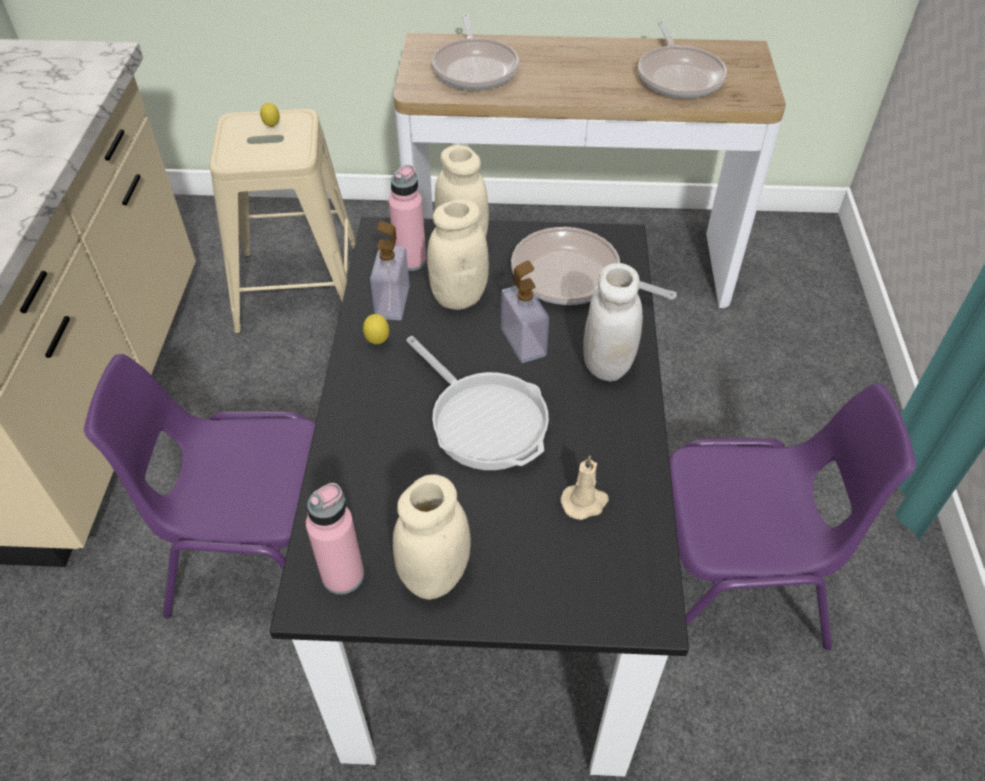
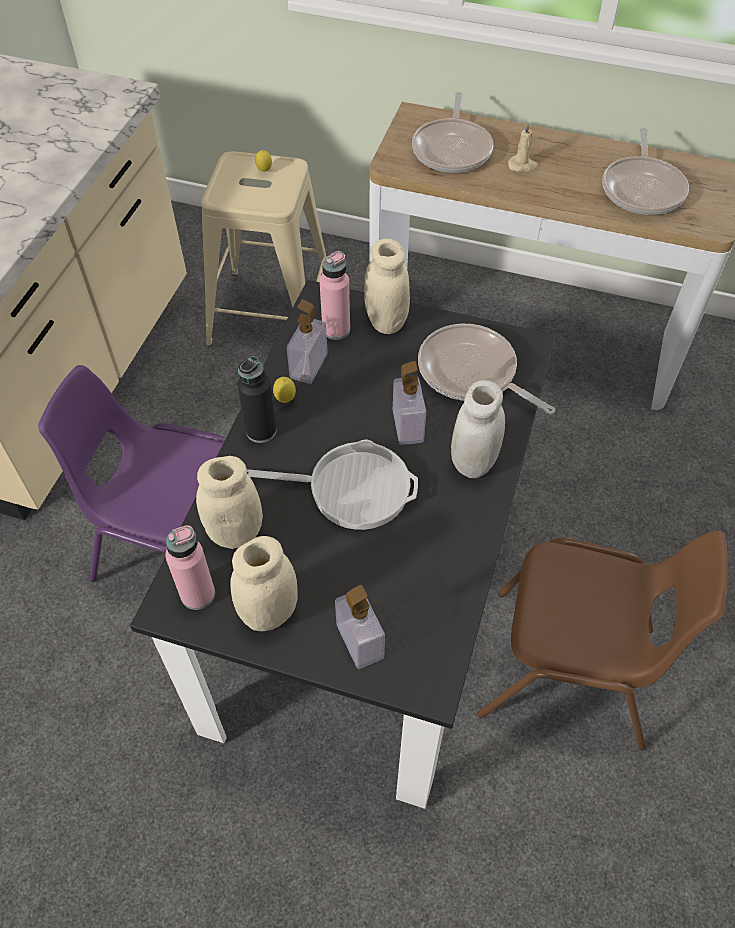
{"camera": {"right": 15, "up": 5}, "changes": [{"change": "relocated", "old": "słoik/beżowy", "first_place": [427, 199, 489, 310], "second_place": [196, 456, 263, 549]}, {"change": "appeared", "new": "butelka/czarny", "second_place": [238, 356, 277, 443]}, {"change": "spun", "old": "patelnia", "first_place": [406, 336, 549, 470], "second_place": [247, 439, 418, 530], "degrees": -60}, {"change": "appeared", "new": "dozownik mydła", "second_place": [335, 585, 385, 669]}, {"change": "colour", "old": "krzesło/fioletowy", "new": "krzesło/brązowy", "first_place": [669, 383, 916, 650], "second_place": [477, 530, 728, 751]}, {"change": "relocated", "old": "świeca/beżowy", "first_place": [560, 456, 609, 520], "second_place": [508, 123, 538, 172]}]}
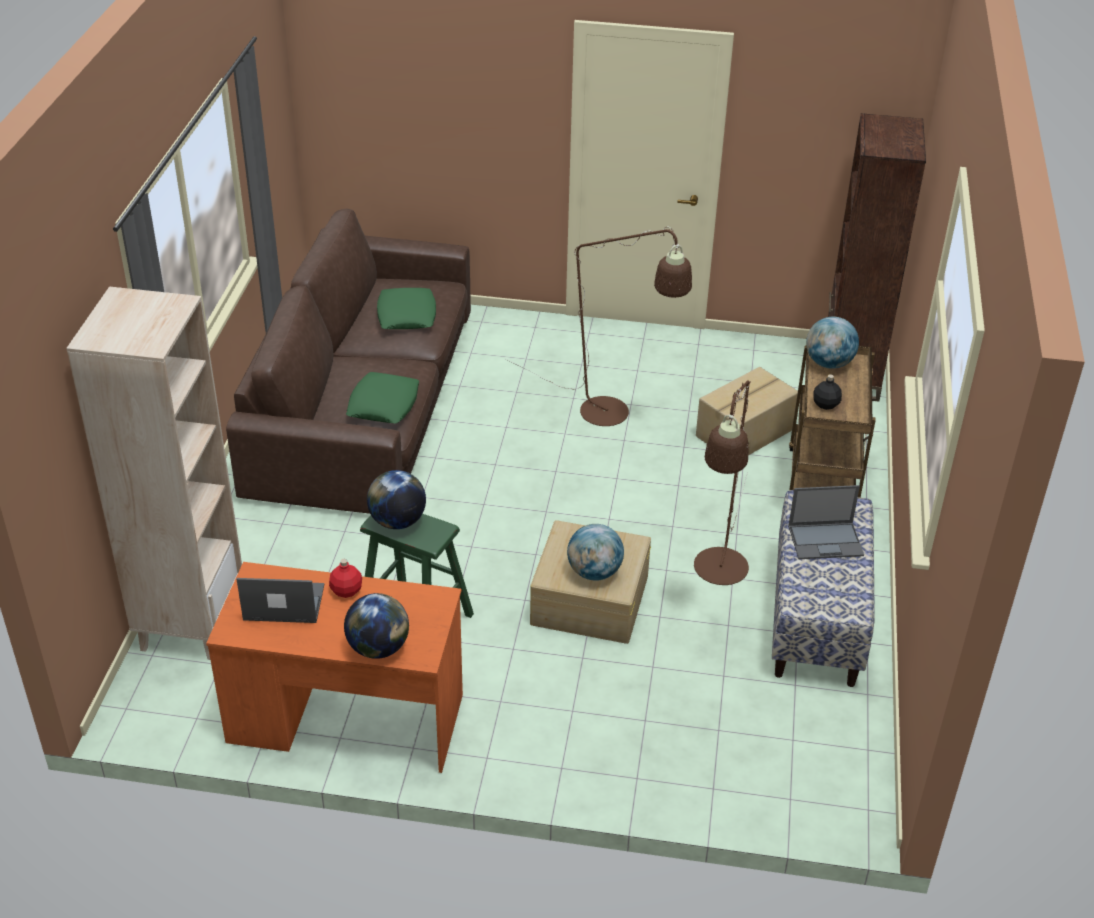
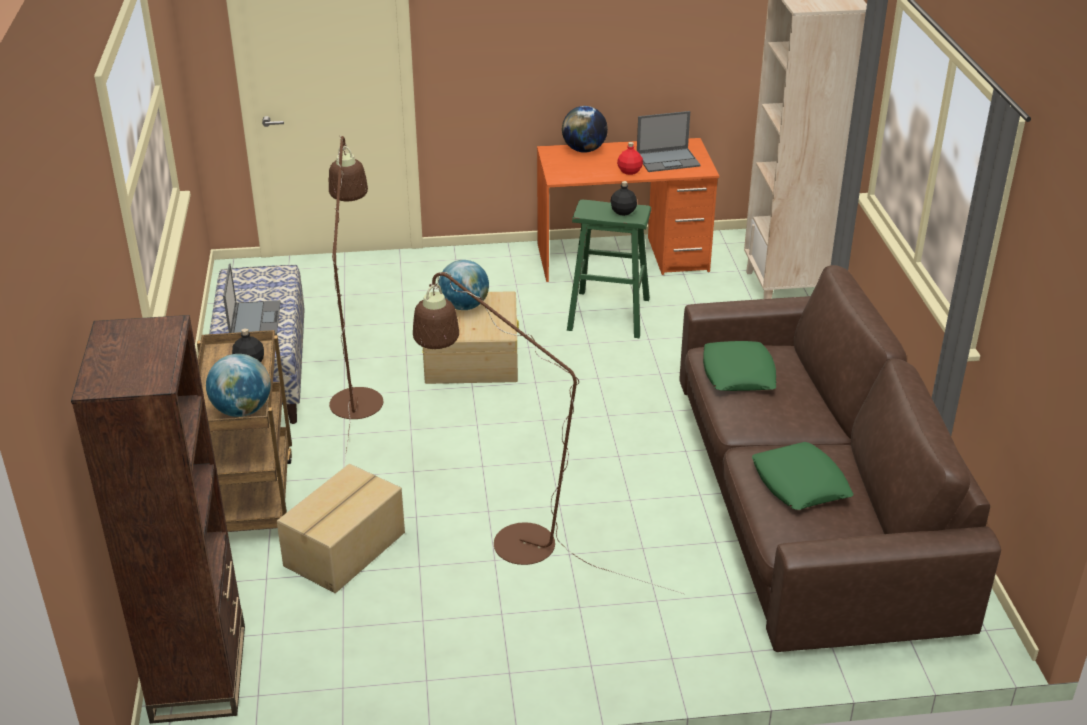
{"camera": {"right": 165, "up": -5}, "changes": [{"change": "spun", "old": "laptop", "first_place": [788, 485, 864, 559], "second_place": [223, 264, 281, 335], "degrees": 105}, {"change": "exchanged", "old": "globus", "new": "butelka/czarny", "first_place": [367, 470, 426, 529], "second_place": [611, 181, 637, 216]}]}
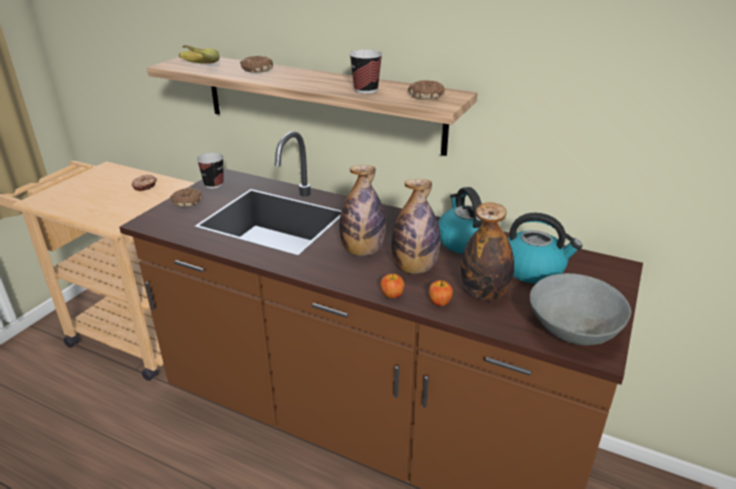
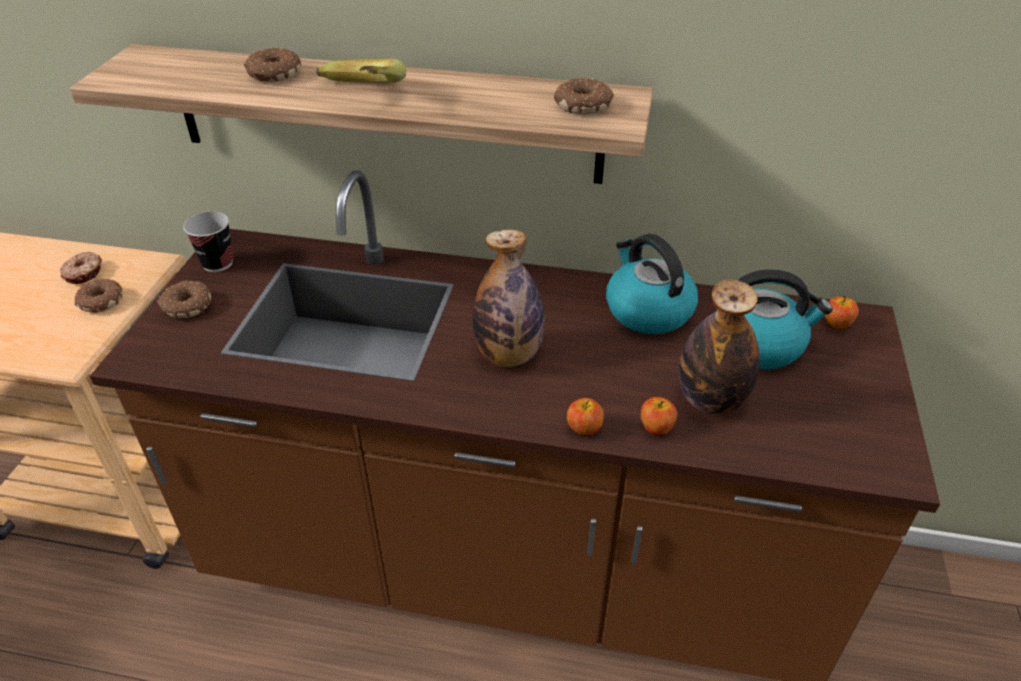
{"camera": {"right": -15, "up": 10}, "changes": [{"change": "appeared", "new": "donut", "second_place": [74, 279, 122, 313]}, {"change": "relocated", "old": "banan", "first_place": [179, 45, 219, 64], "second_place": [316, 59, 406, 83]}, {"change": "appeared", "new": "jabłko", "second_place": [825, 295, 859, 329]}, {"change": "missing", "old": "filiżanka", "first_place": [349, 50, 382, 94]}, {"change": "missing", "old": "butelka", "first_place": [391, 179, 440, 274]}, {"change": "missing", "old": "miska/szary", "first_place": [530, 273, 631, 345]}]}
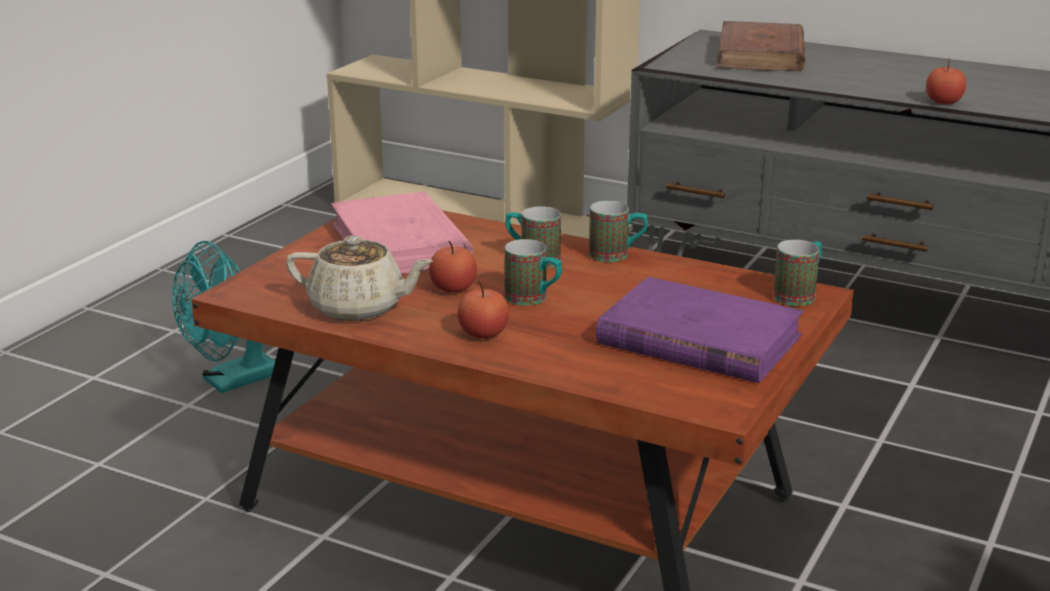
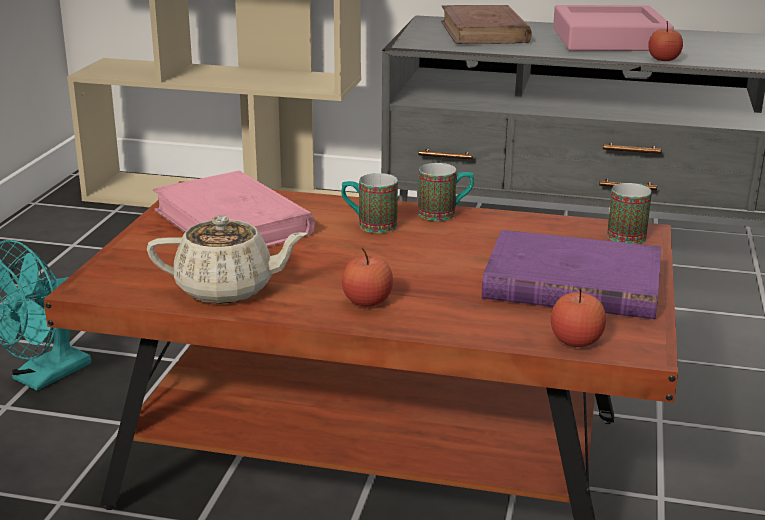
{"camera": {"right": -15, "up": 0}, "changes": [{"change": "relocated", "old": "jabłko", "first_place": [429, 241, 477, 293], "second_place": [551, 288, 606, 347]}, {"change": "appeared", "new": "taca/różowy", "second_place": [553, 5, 674, 51]}, {"change": "missing", "old": "kubek", "first_place": [505, 239, 562, 305]}]}
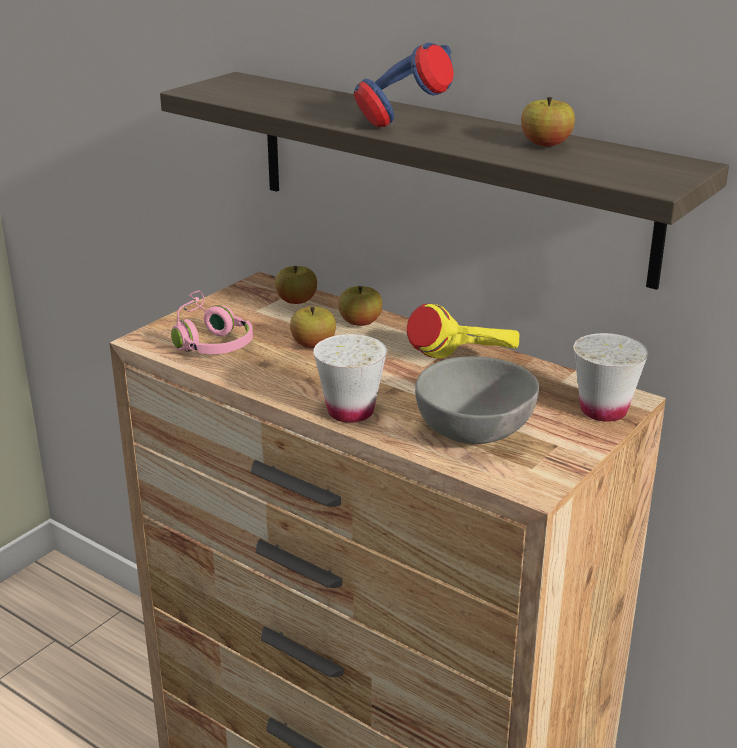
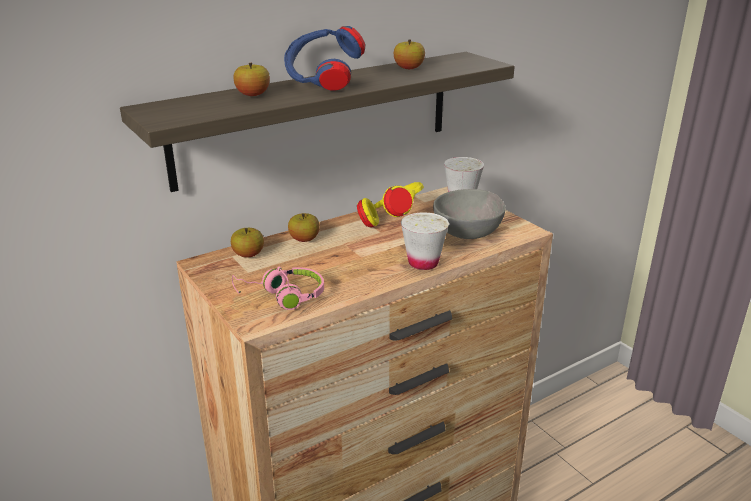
{"camera": {"right": -70, "up": 0}, "changes": [{"change": "relocated", "old": "jabłko", "first_place": [290, 307, 336, 348], "second_place": [233, 63, 270, 96]}]}
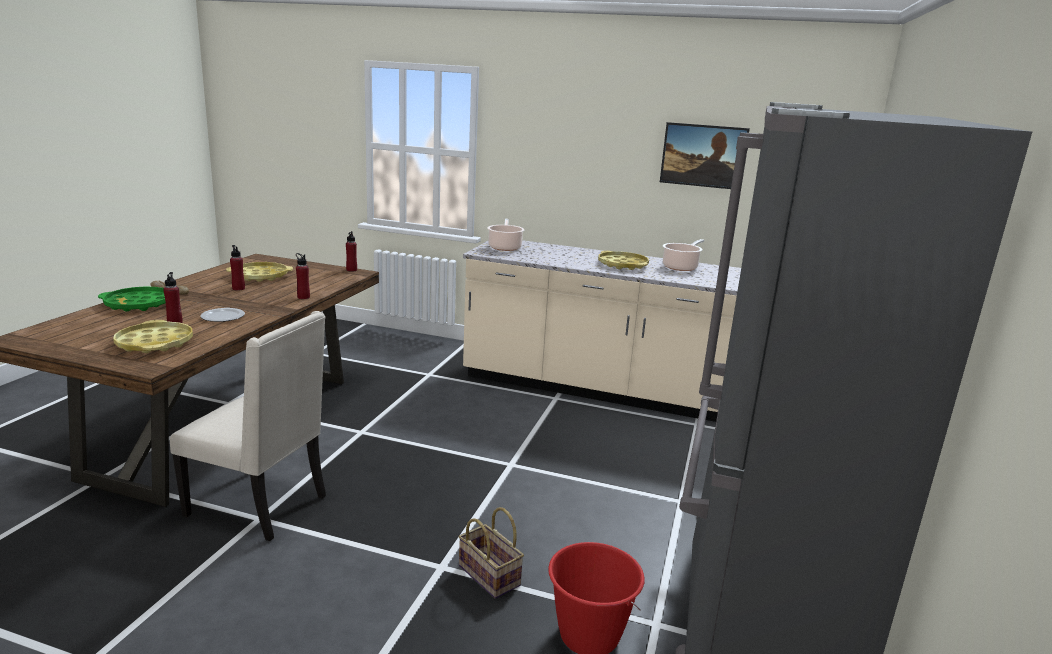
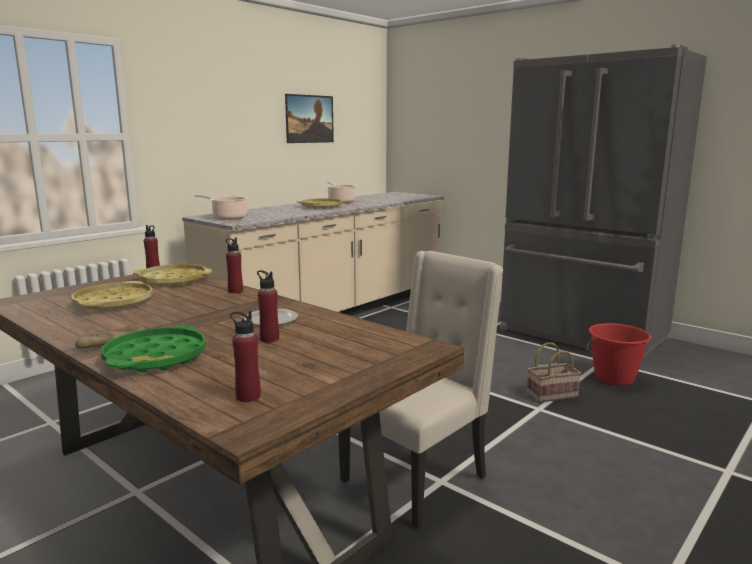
{"camera": {"right": -65, "up": -5}, "changes": [{"change": "relocated", "old": "taca/żółty", "first_place": [113, 320, 193, 353], "second_place": [133, 264, 212, 287]}, {"change": "relocated", "old": "butelka/czerwony", "first_place": [230, 245, 245, 291], "second_place": [230, 311, 261, 402]}]}
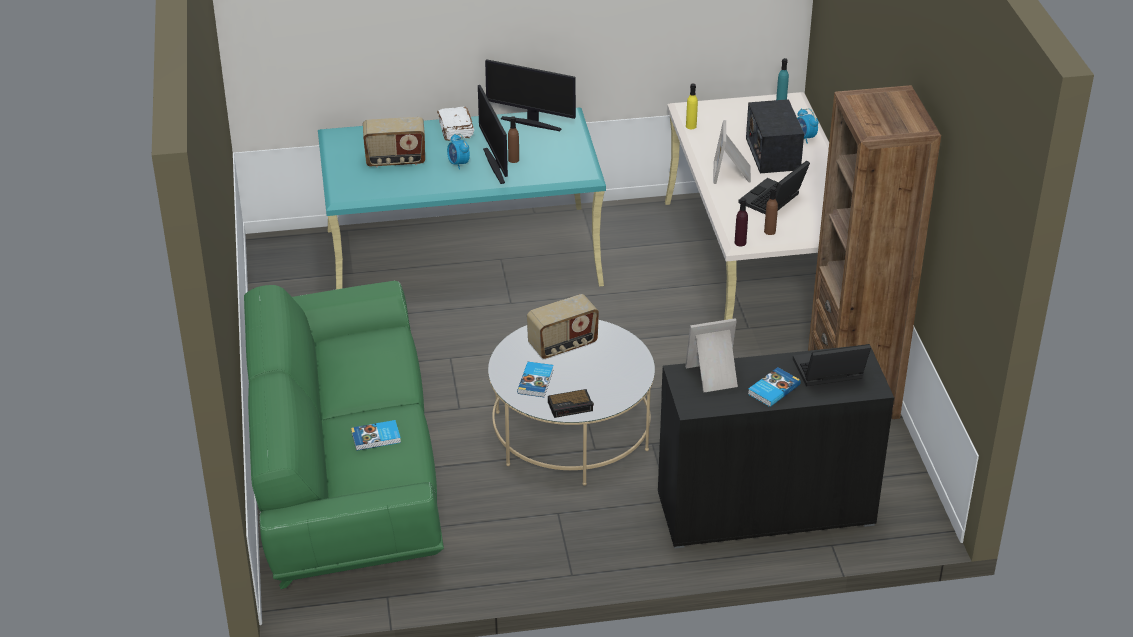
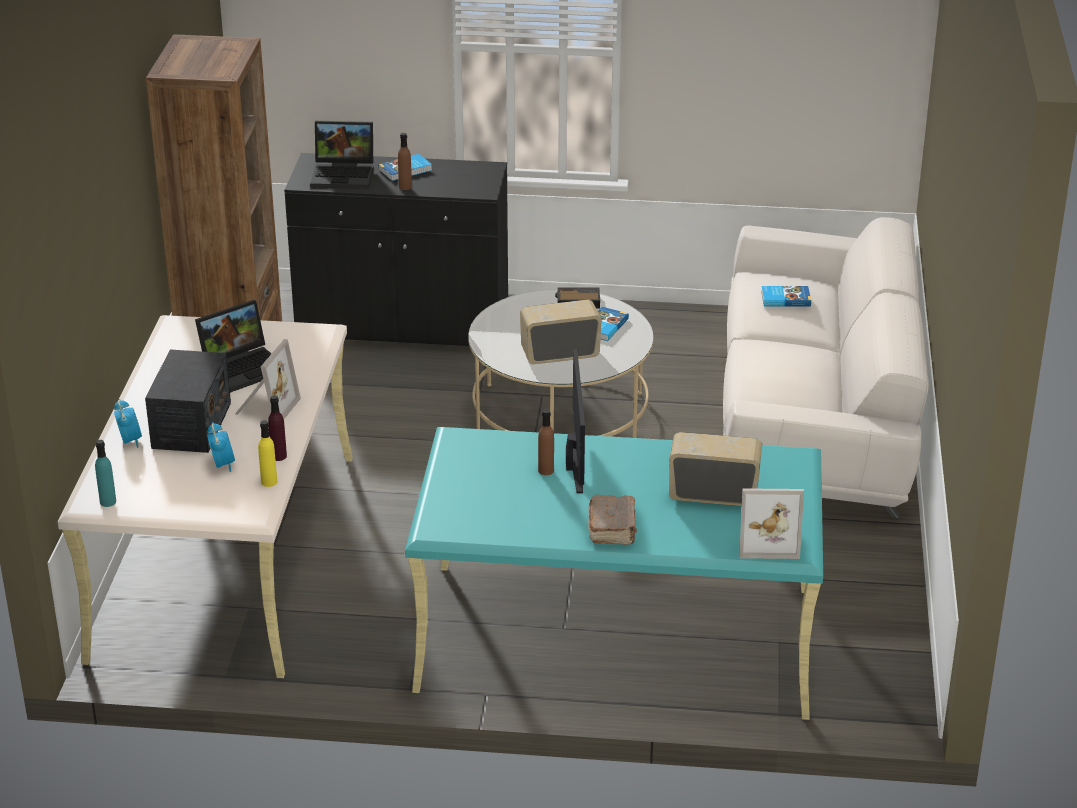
{"camera": {"right": -165, "up": -5}, "changes": [{"change": "relocated", "old": "budzik", "first_place": [447, 134, 470, 170], "second_place": [207, 422, 235, 472]}, {"change": "relocated", "old": "butelka/fioletowy", "first_place": [735, 198, 748, 246], "second_place": [268, 395, 287, 461]}, {"change": "relocated", "old": "butelka/brązowy", "first_place": [764, 187, 778, 235], "second_place": [398, 133, 412, 190]}, {"change": "colour", "old": "książka/biały", "new": "książka/brązowy", "first_place": [437, 106, 474, 141], "second_place": [588, 495, 637, 545]}, {"change": "colour", "old": "kanapa/zielony", "new": "kanapa/biały", "first_place": [244, 281, 444, 589], "second_place": [723, 217, 929, 519]}, {"change": "relocated", "old": "ramka na zdjęcie", "first_place": [685, 318, 738, 392], "second_place": [739, 488, 804, 559]}, {"change": "missing", "old": "monitor", "first_place": [485, 59, 576, 131]}]}
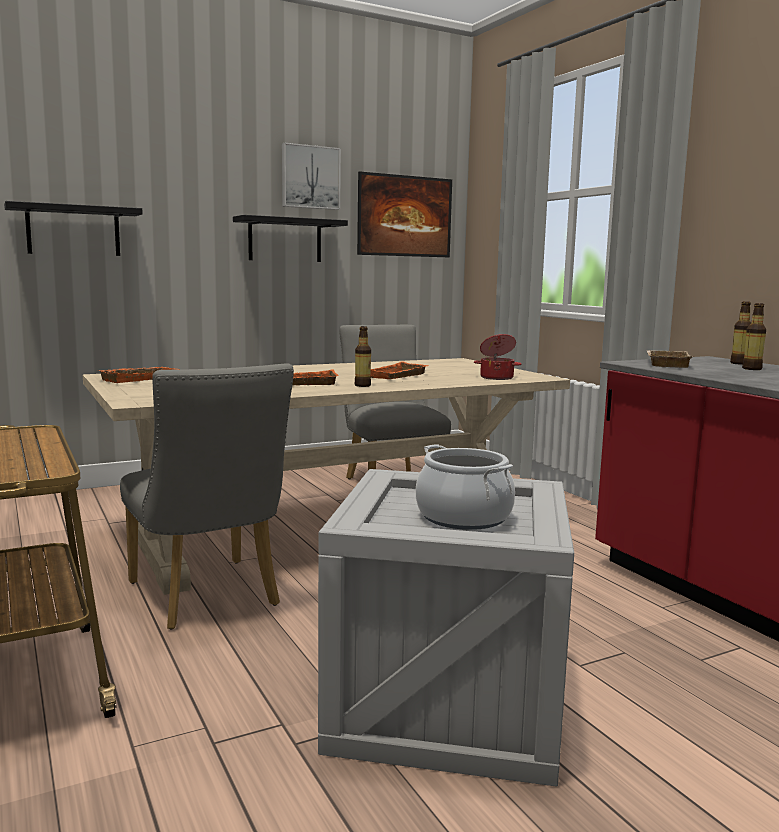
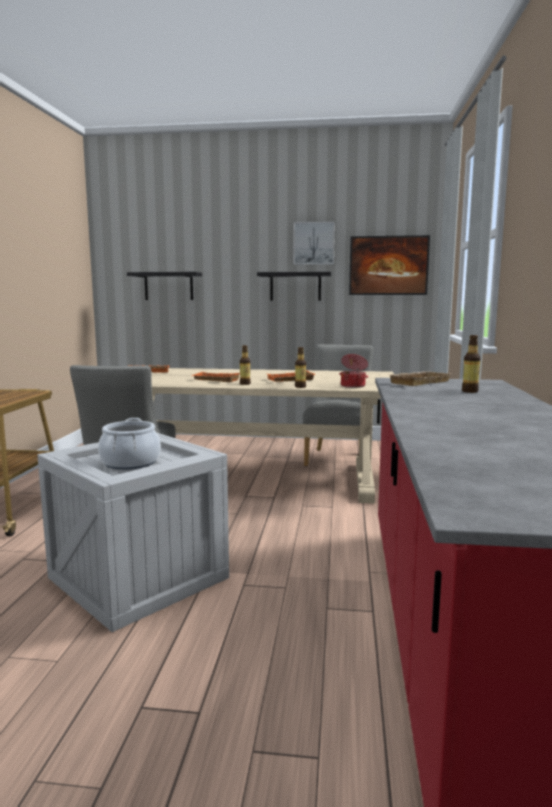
{"camera": {"right": 35, "up": 0}, "changes": [{"change": "relocated", "old": "butelka", "first_place": [730, 301, 751, 365], "second_place": [295, 347, 306, 388]}]}
